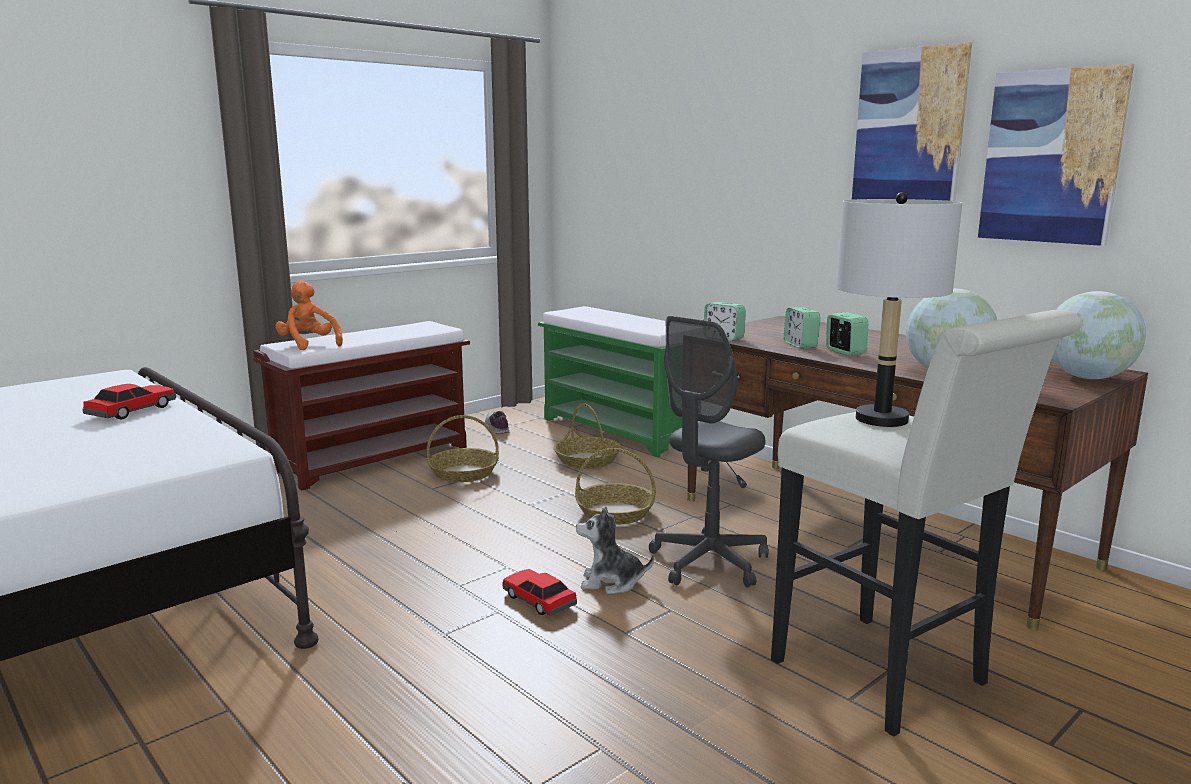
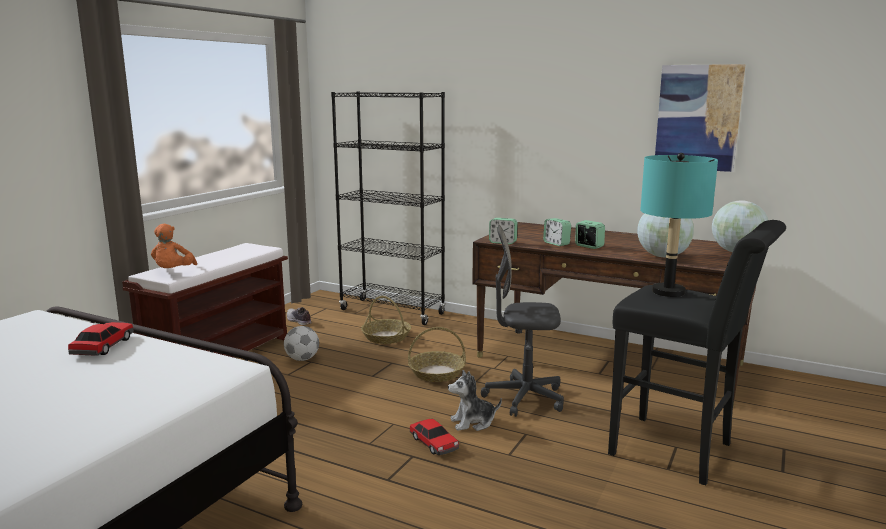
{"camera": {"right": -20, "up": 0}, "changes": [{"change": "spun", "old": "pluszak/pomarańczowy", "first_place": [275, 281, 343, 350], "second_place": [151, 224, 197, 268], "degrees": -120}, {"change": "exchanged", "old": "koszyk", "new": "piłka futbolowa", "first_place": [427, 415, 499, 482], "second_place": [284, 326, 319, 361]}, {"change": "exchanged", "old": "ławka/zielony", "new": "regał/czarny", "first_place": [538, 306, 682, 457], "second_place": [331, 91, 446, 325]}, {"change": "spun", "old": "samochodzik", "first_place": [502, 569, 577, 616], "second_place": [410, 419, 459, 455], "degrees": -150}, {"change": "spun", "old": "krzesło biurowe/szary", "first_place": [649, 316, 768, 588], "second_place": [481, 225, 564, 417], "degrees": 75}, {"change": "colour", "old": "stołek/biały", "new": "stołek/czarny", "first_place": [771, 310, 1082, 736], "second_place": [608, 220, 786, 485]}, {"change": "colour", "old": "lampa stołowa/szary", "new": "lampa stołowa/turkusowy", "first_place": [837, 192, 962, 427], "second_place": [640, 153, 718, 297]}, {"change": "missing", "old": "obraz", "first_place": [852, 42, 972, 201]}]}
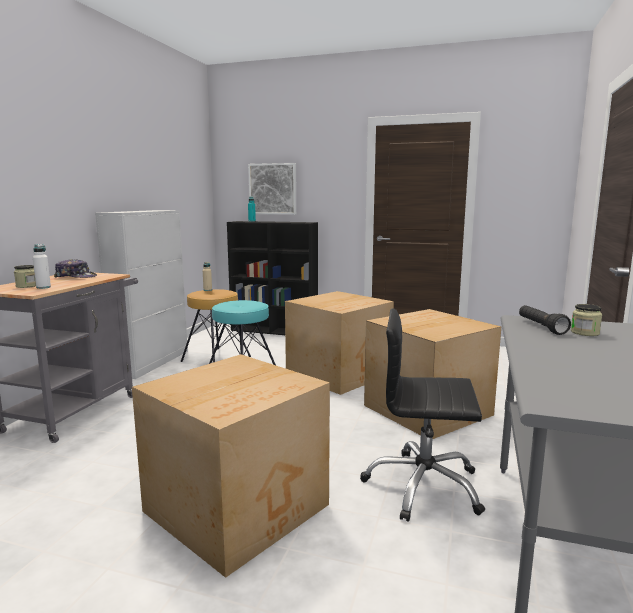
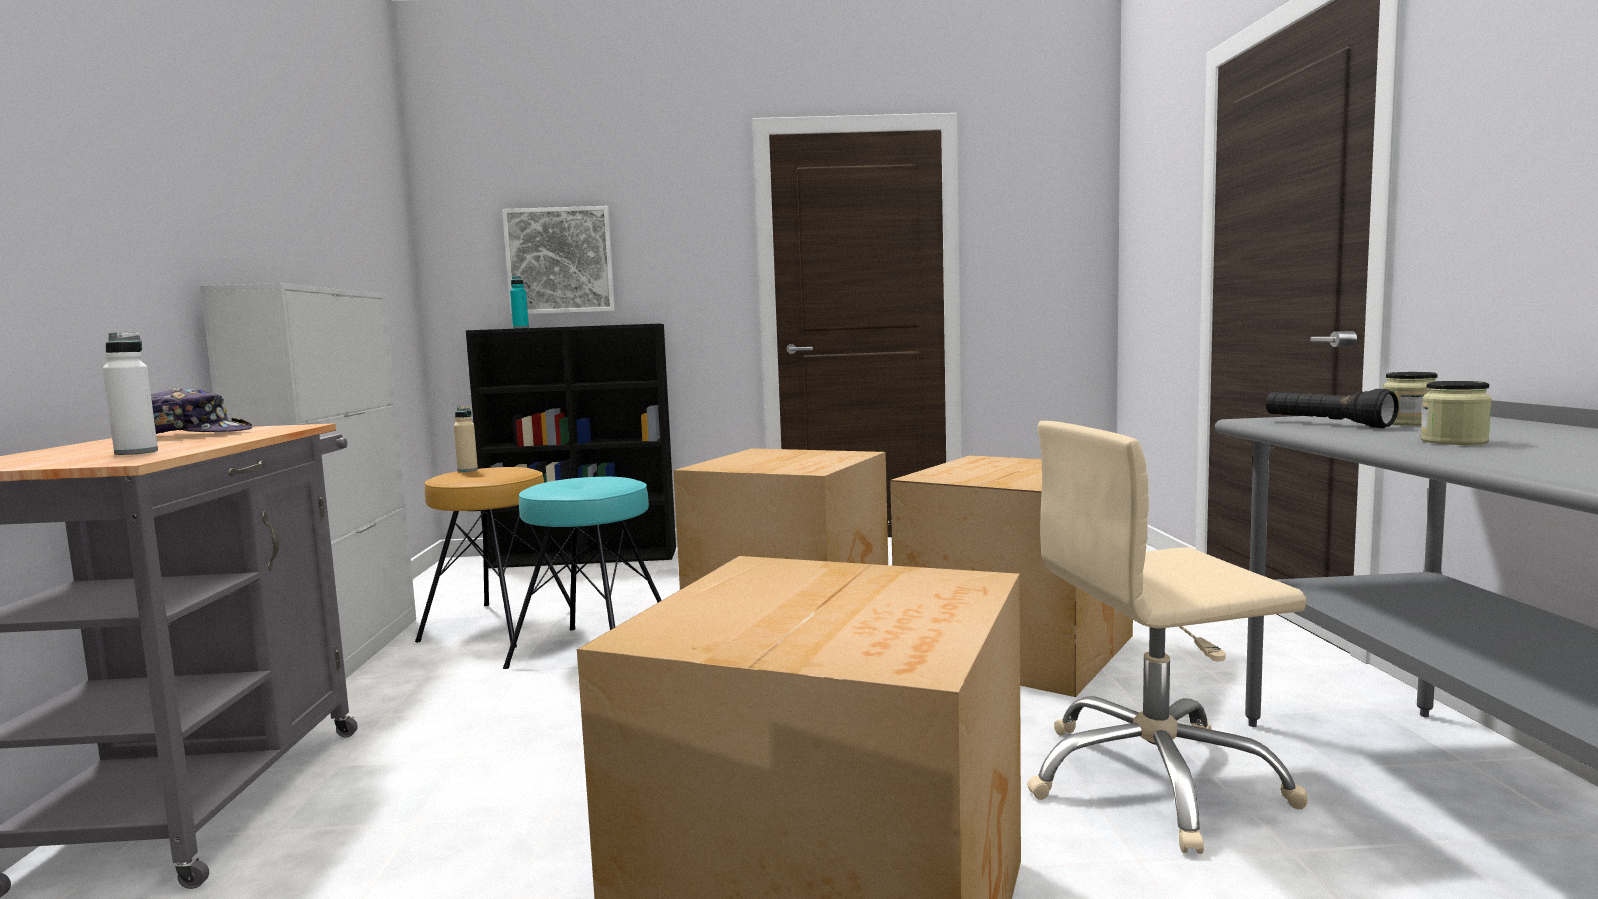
{"camera": {"right": -20, "up": -5}, "changes": [{"change": "colour", "old": "krzesło biurowe/czarny", "new": "krzesło biurowe/beżowy", "first_place": [360, 308, 485, 522], "second_place": [1027, 421, 1308, 854]}, {"change": "relocated", "old": "słoik", "first_place": [14, 265, 36, 288], "second_place": [1420, 381, 1492, 445]}]}
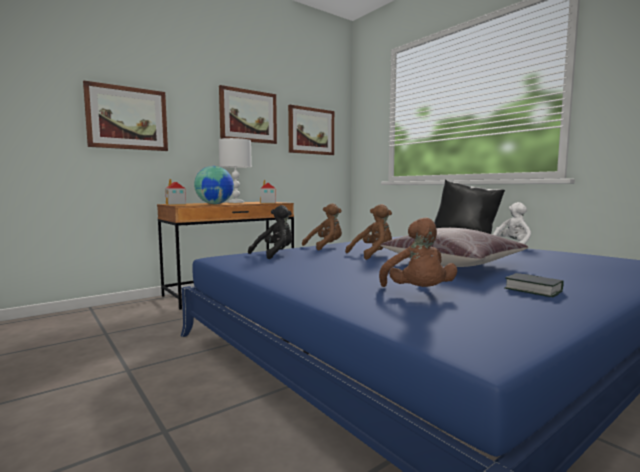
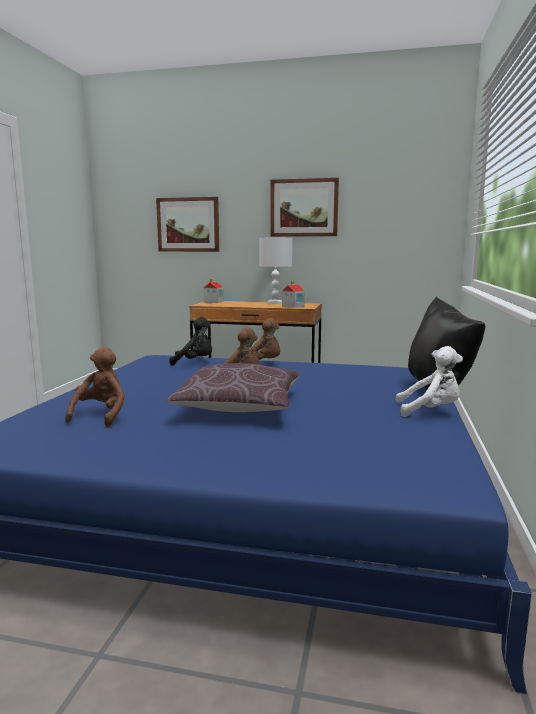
{"camera": {"right": 50, "up": 5}, "changes": [{"change": "spun", "old": "pluszak/brązowy", "first_place": [379, 217, 457, 287], "second_place": [65, 347, 125, 427], "degrees": 150}, {"change": "missing", "old": "globus", "first_place": [194, 166, 234, 204]}, {"change": "missing", "old": "obraz", "first_place": [288, 105, 334, 155]}, {"change": "missing", "old": "książka", "first_place": [504, 273, 564, 297]}]}
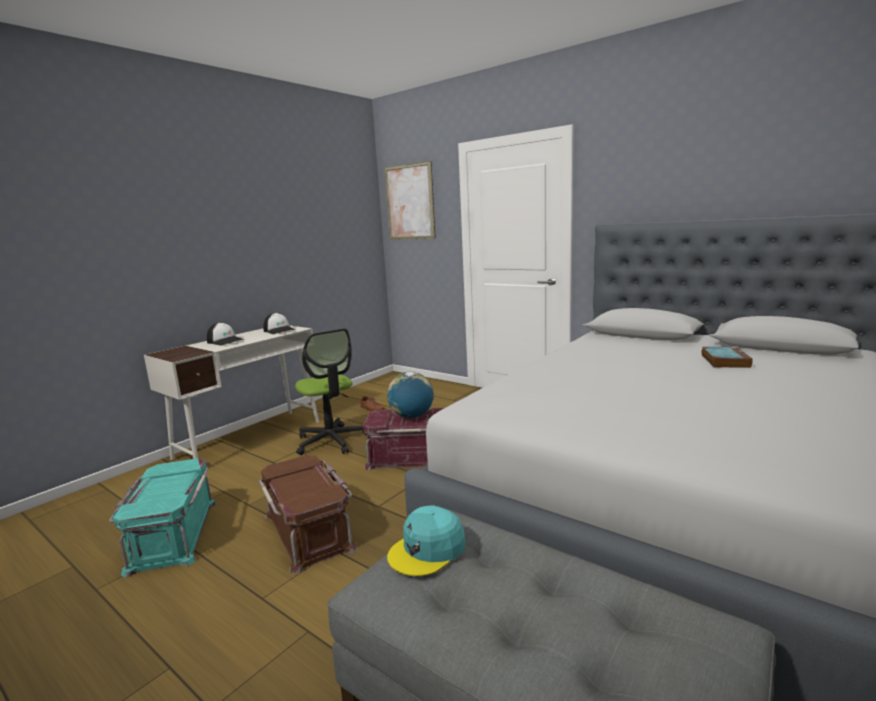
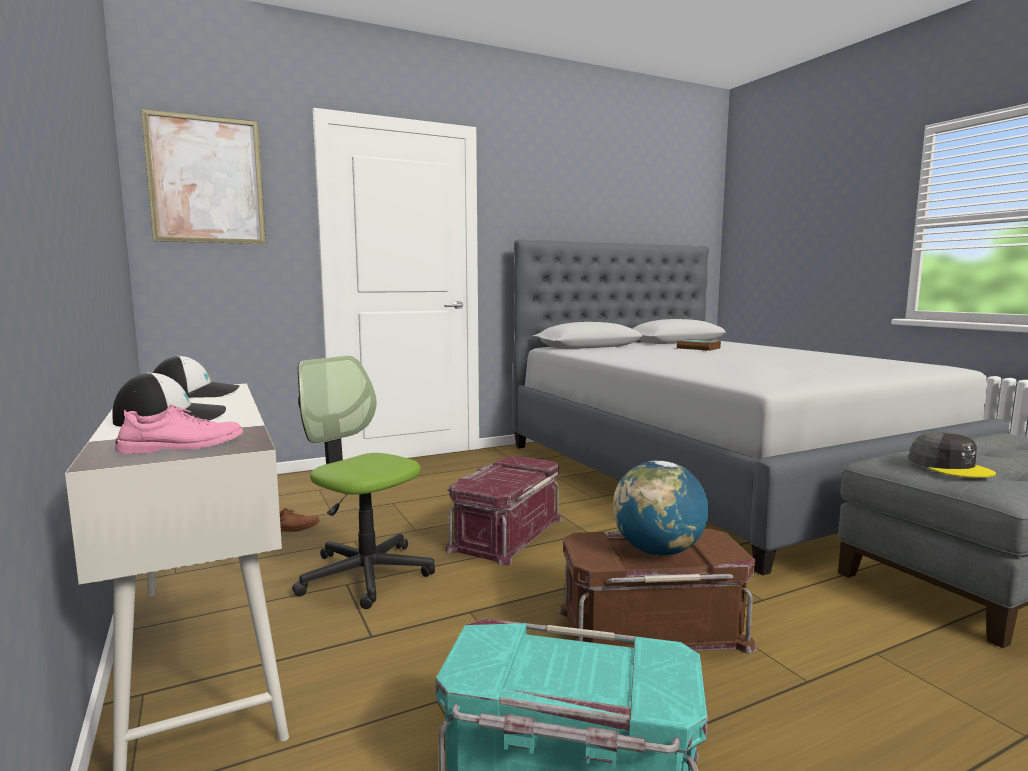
{"camera": {"right": -65, "up": -5}, "changes": [{"change": "appeared", "new": "but/różowy", "second_place": [115, 404, 243, 454]}, {"change": "spun", "old": "krzesło biurowe", "first_place": [295, 328, 367, 455], "second_place": [292, 356, 435, 609], "degrees": -135}, {"change": "relocated", "old": "globus", "first_place": [387, 372, 434, 418], "second_place": [613, 461, 708, 556]}, {"change": "colour", "old": "czapka z daszkiem/turkusowy", "new": "czapka z daszkiem/szary", "first_place": [387, 505, 465, 576], "second_place": [908, 432, 996, 478]}]}
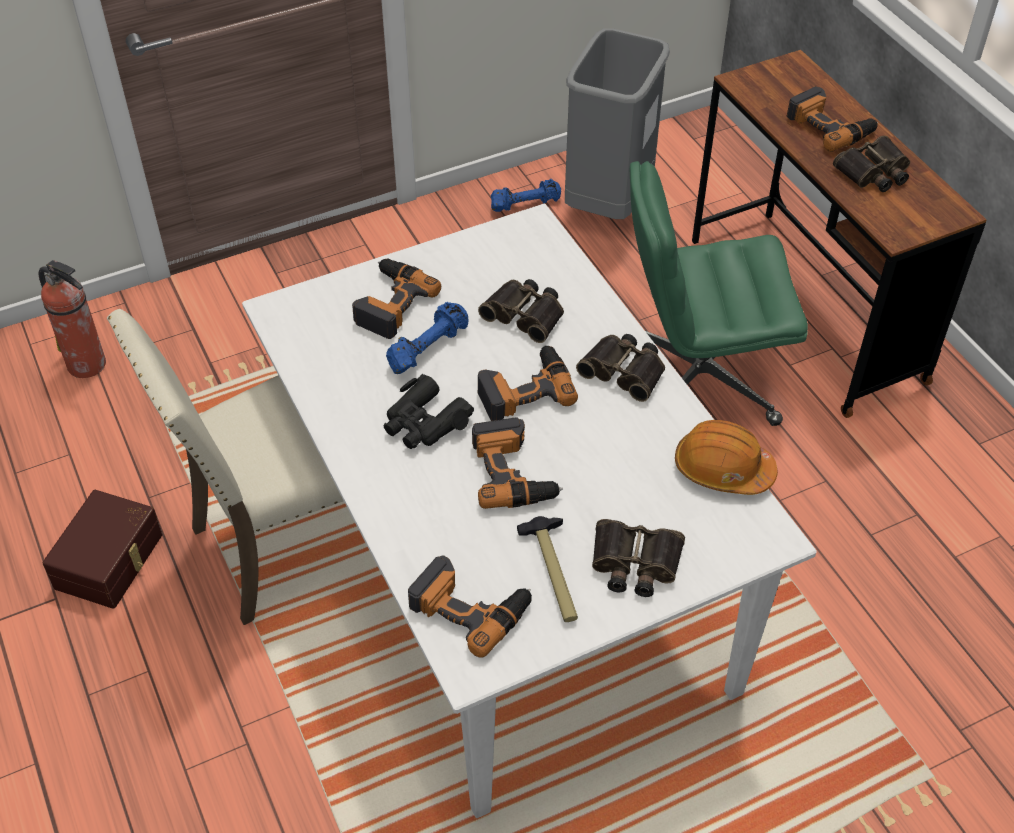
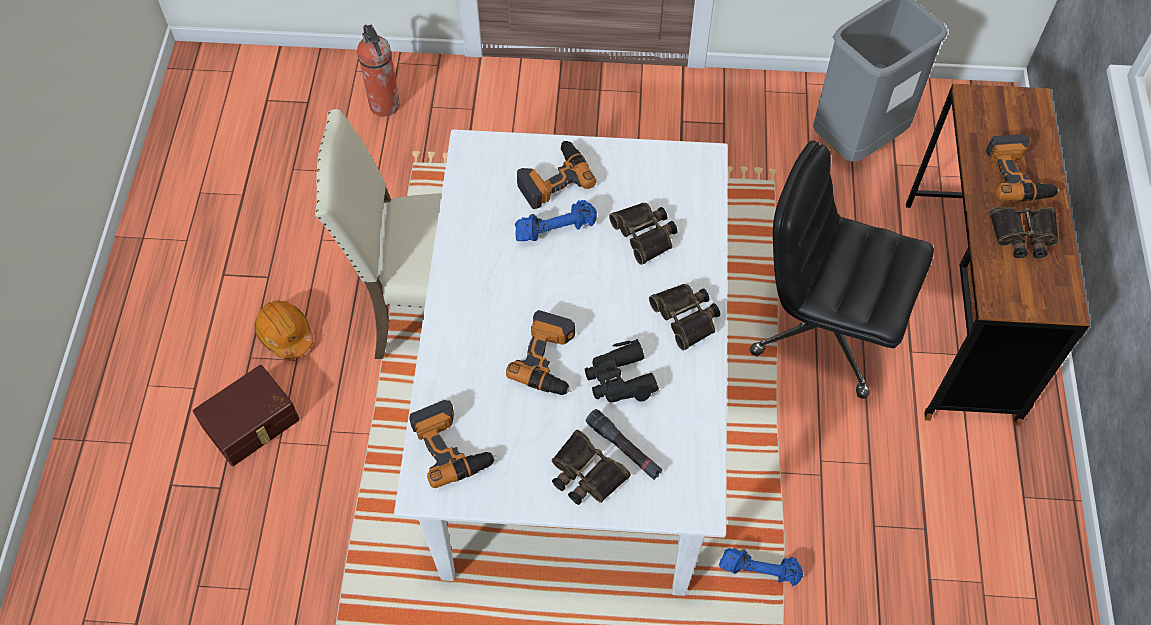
{"camera": {"right": 30, "up": 10}, "changes": [{"change": "relocated", "old": "pojemnik do przechowywania/brązowy", "first_place": [42, 490, 162, 609], "second_place": [193, 365, 300, 466]}, {"change": "relocated", "old": "kask/pomarańczowy", "first_place": [675, 420, 778, 495], "second_place": [254, 300, 313, 359]}, {"change": "relocated", "old": "lornetka/czarny", "first_place": [383, 374, 474, 449], "second_place": [585, 339, 659, 403]}, {"change": "appeared", "new": "latarka/czarny", "second_place": [586, 409, 662, 480]}, {"change": "relocated", "old": "hantel/niebieski", "first_place": [491, 179, 561, 212], "second_place": [719, 548, 803, 586]}, {"change": "colour", "old": "krzesło biurowe/zielony", "new": "krzesło biurowe/czarny", "first_place": [630, 161, 808, 426], "second_place": [750, 140, 934, 399]}, {"change": "missing", "old": "wiertarka", "first_place": [478, 346, 578, 421]}, {"change": "missing", "old": "młotek", "first_place": [517, 516, 578, 622]}]}
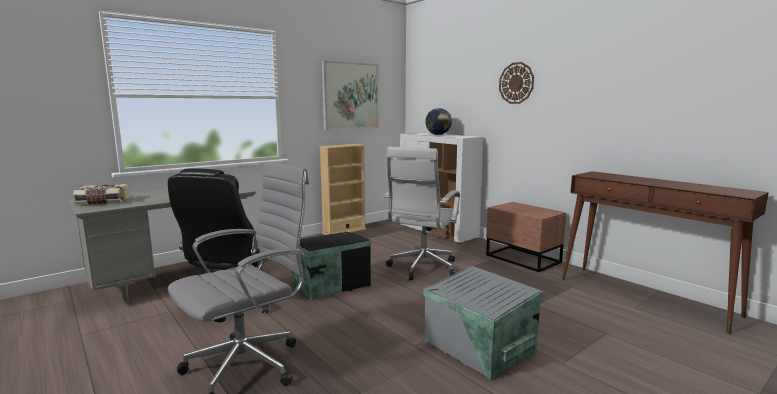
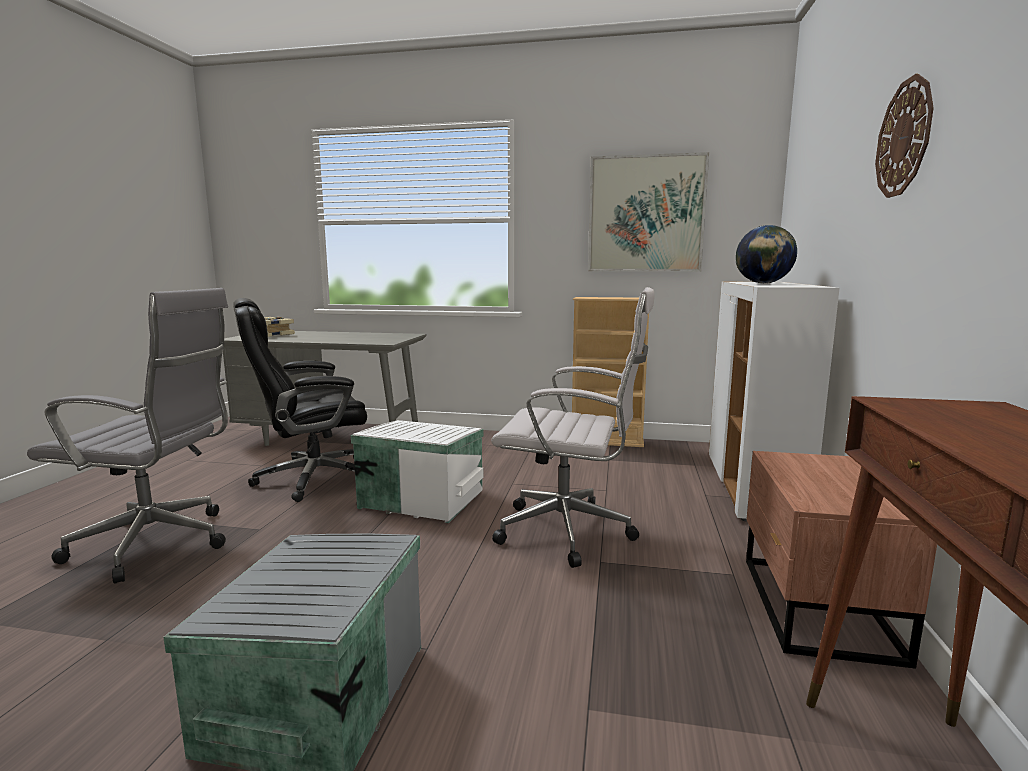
{"camera": {"right": 50, "up": 0}, "changes": [{"change": "colour", "old": "pojemnik do przechowywania/czarny", "new": "pojemnik do przechowywania/biały", "first_place": [290, 232, 372, 301], "second_place": [351, 420, 484, 523]}, {"change": "spun", "old": "krzesło biurowe/biały", "first_place": [384, 147, 460, 280], "second_place": [491, 287, 655, 568], "degrees": -150}]}
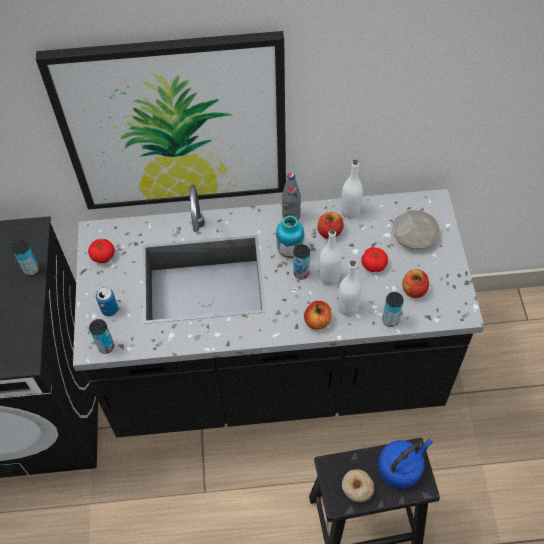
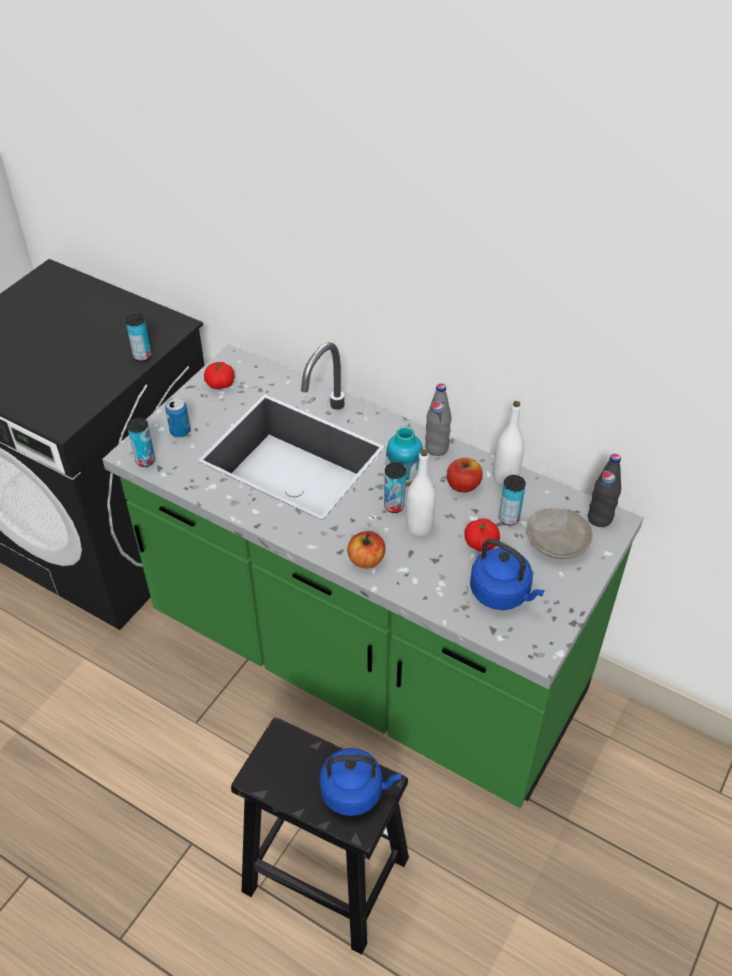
{"camera": {"right": 35, "up": -10}, "changes": [{"change": "colour", "old": "zabudowa kuchenna/czarny", "new": "zabudowa kuchenna/zielony", "first_place": [73, 184, 484, 438], "second_place": [102, 342, 644, 808]}, {"change": "exchanged", "old": "jabłko", "new": "czajnik/niebieski", "first_place": [402, 269, 429, 298], "second_place": [470, 539, 545, 610]}, {"change": "relocated", "old": "puszka", "first_place": [382, 292, 403, 327], "second_place": [499, 475, 526, 526]}, {"change": "appeared", "new": "butelka/czarny", "second_place": [588, 454, 621, 527]}, {"change": "missing", "old": "obraz", "first_place": [36, 31, 286, 210]}, {"change": "missing", "old": "butelka/biały", "first_place": [338, 260, 361, 316]}, {"change": "missing", "old": "donut", "first_place": [342, 469, 375, 503]}]}
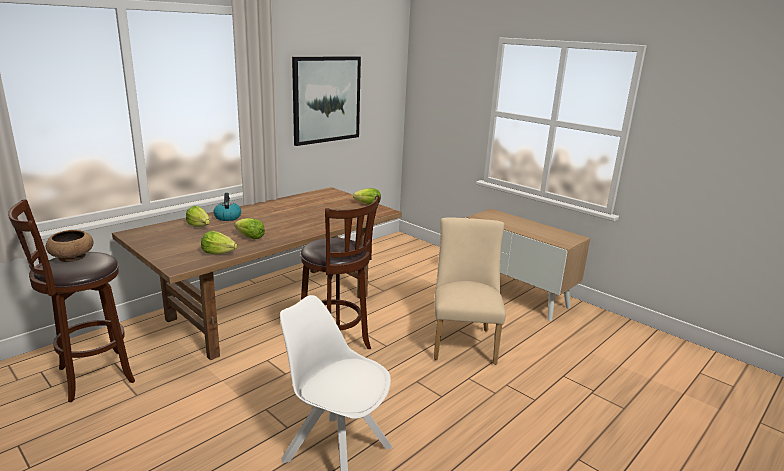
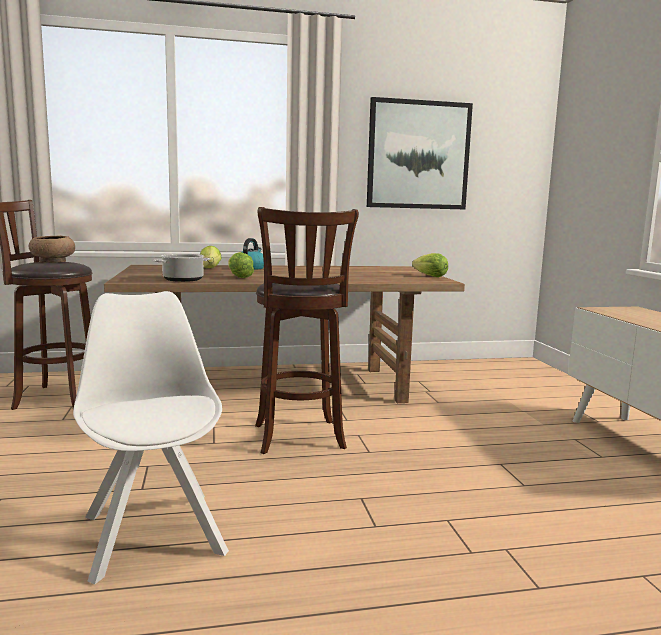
{"camera": {"right": 35, "up": -10}, "changes": [{"change": "exchanged", "old": "sałata", "new": "garnek", "first_place": [201, 231, 237, 255], "second_place": [153, 254, 211, 282]}, {"change": "missing", "old": "krzesło/beżowy", "first_place": [434, 217, 506, 365]}]}
